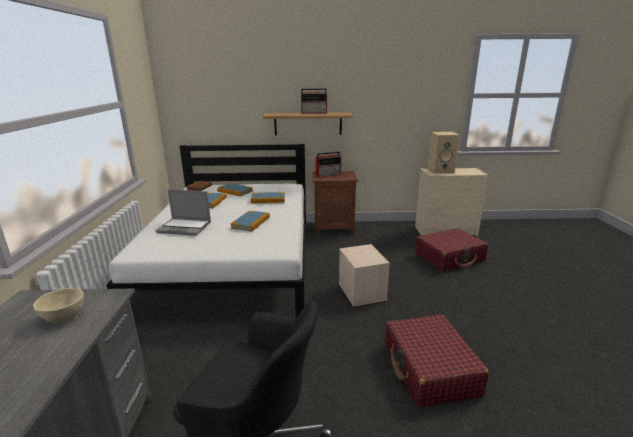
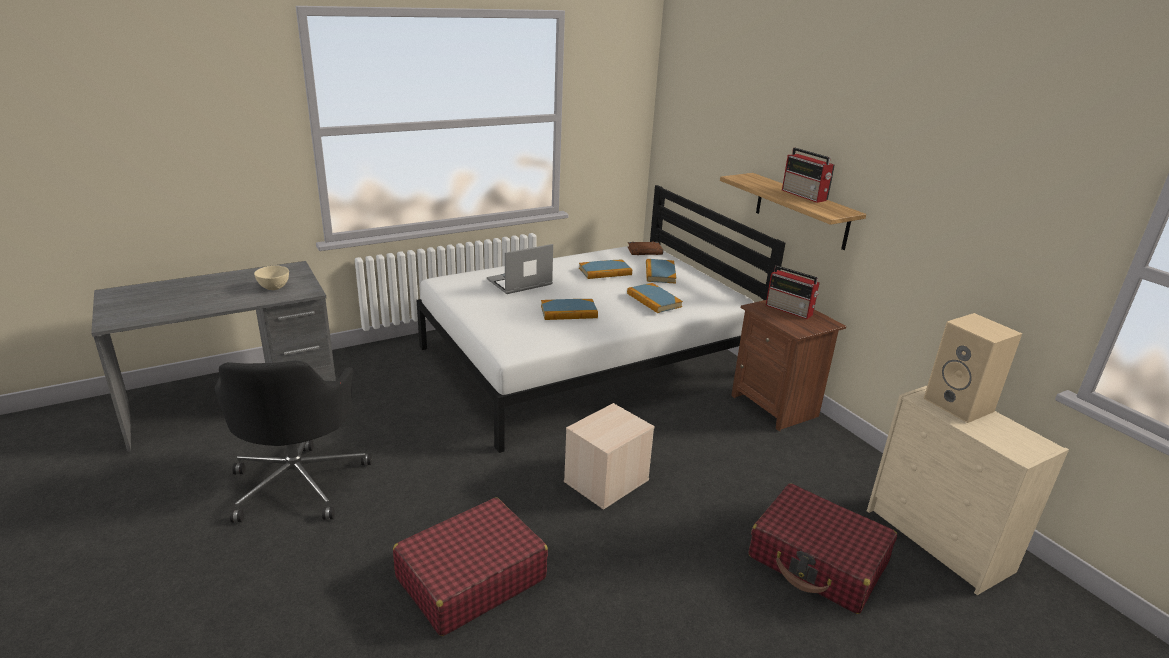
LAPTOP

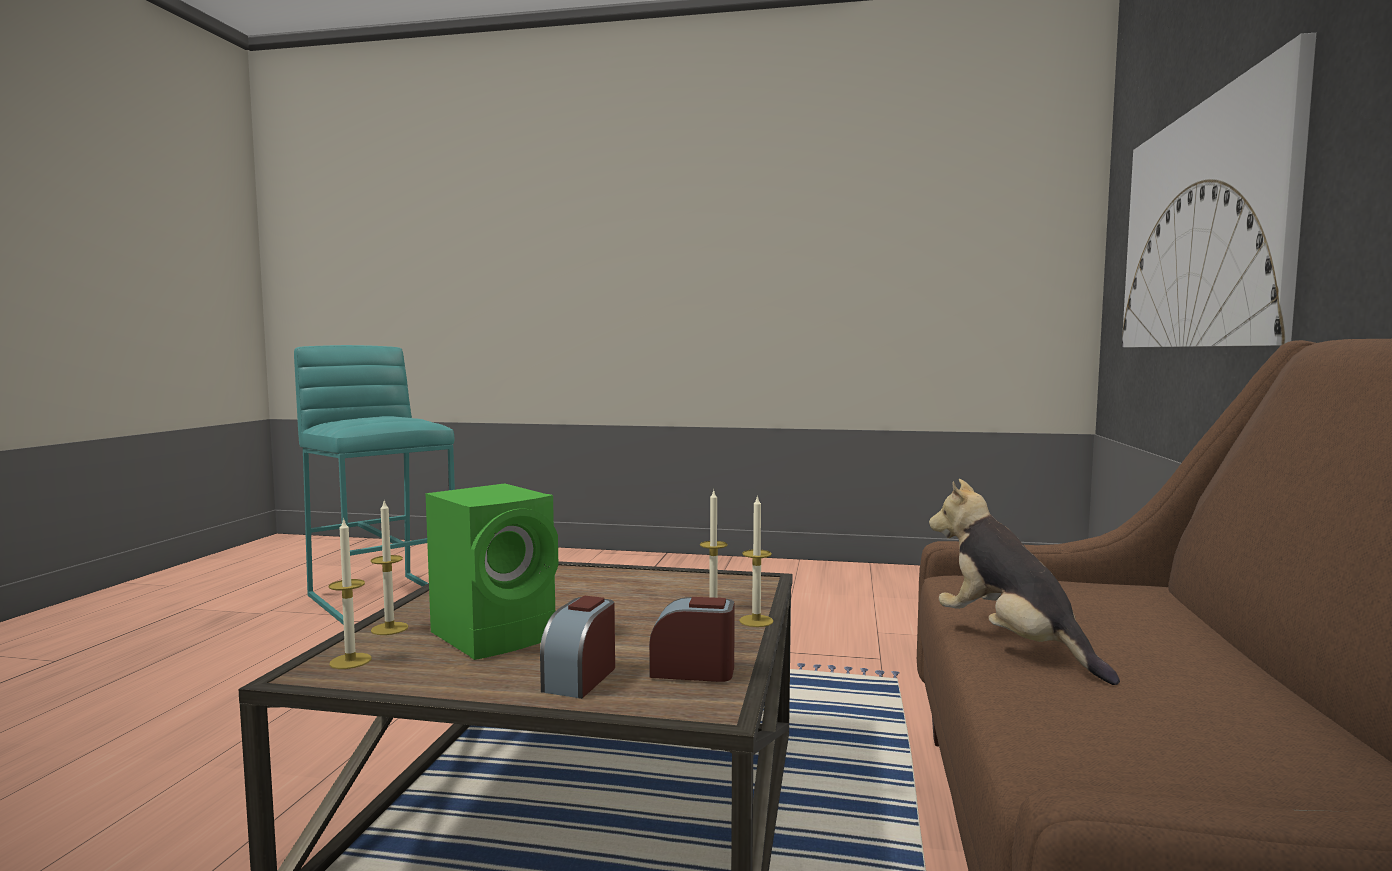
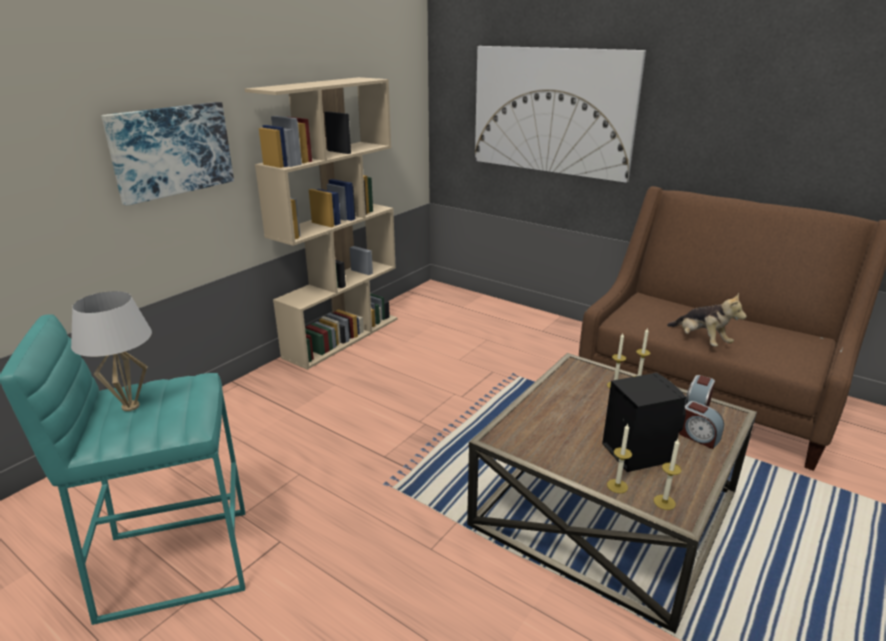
BLACK SPEAKER
PLUSH TOY
WHITE TABLE LAMP
PICTURE (1st from left)
BEIGE BOOKCASE

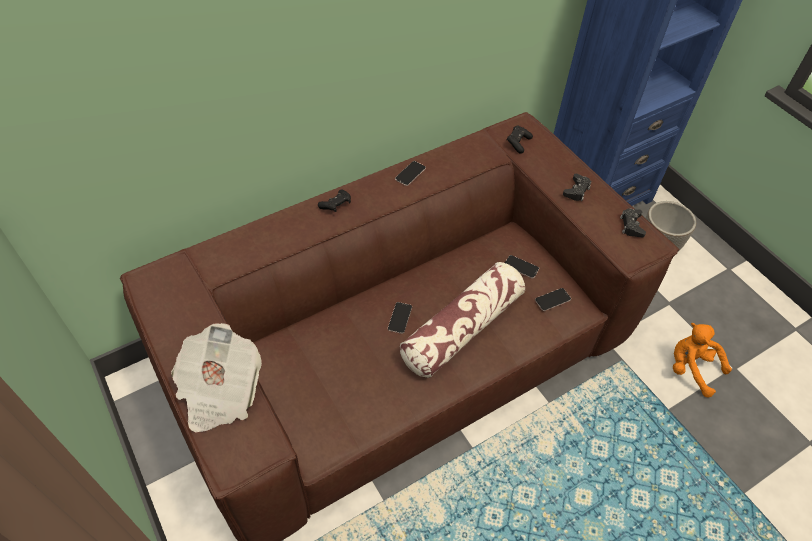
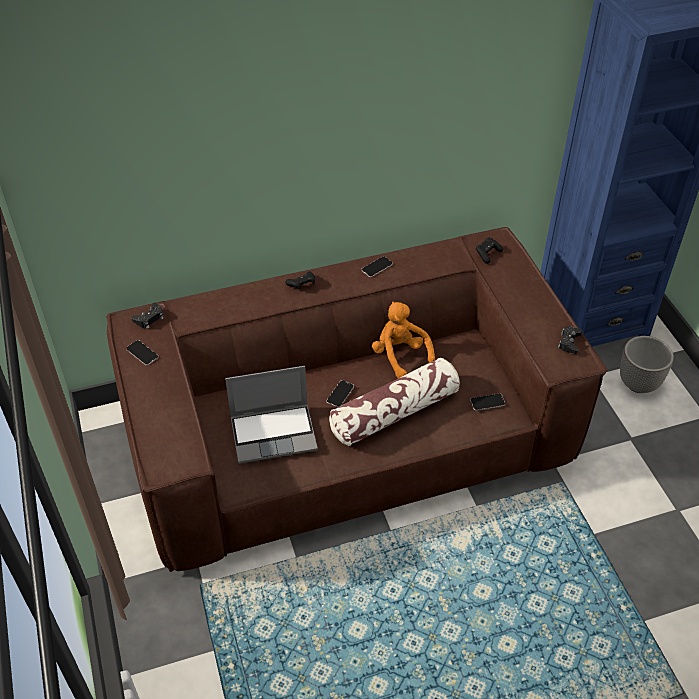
NEWSPAPER
PHONE (1st from left)
BLACK GAME CONTROLLER (1st from left)
ORANGE PLUSH TOY
LAPTOP

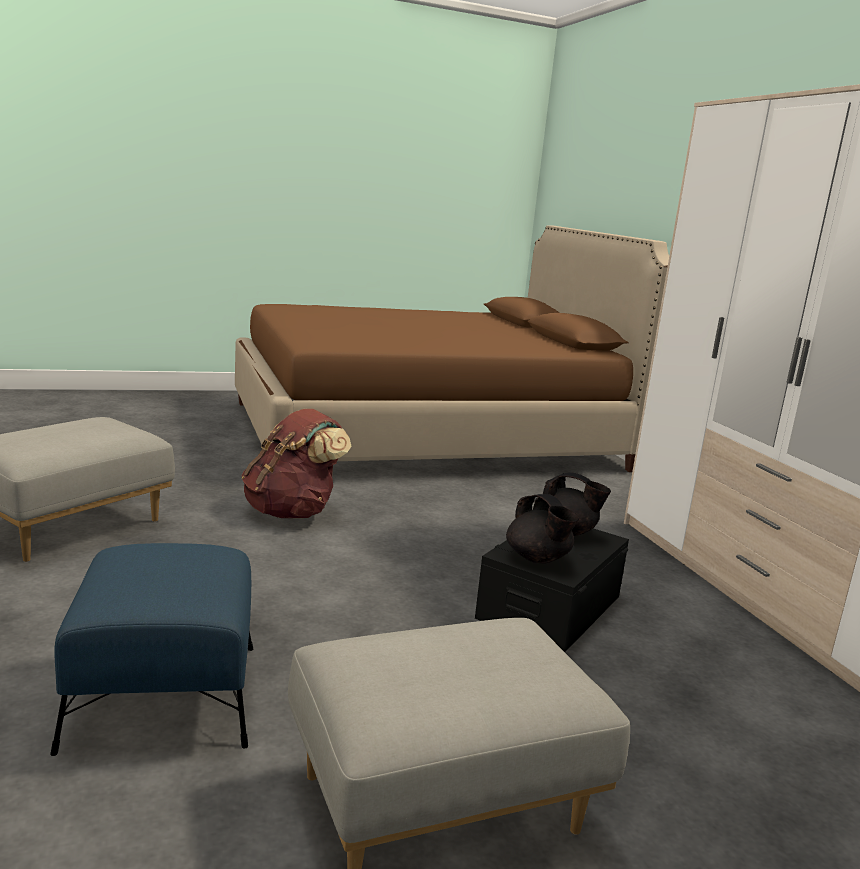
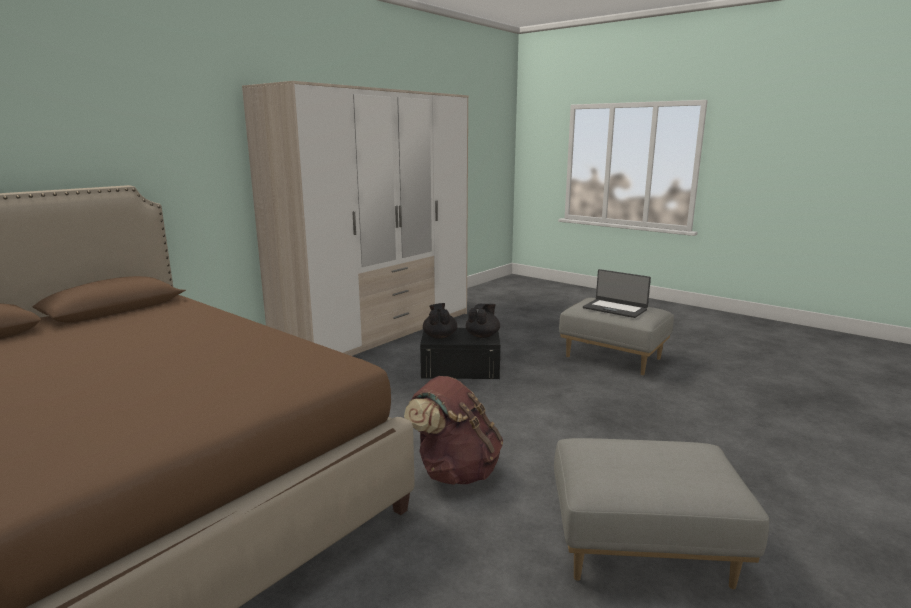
BLUE OTTOMAN
LAPTOP

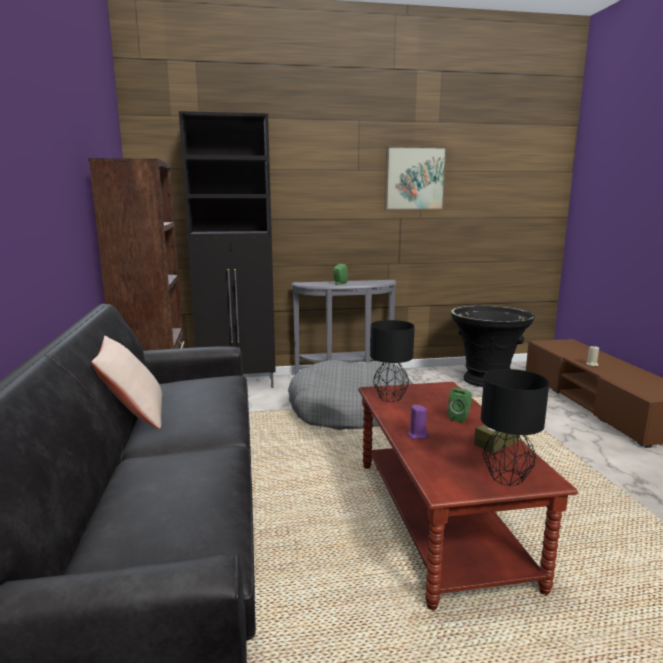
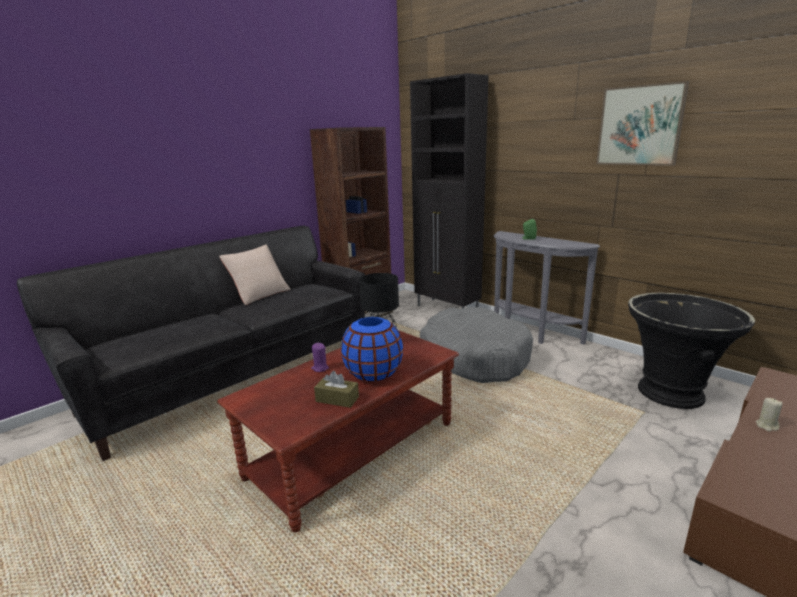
BLUE VASE
BLACK TABLE LAMP (2nd from left in the first image)

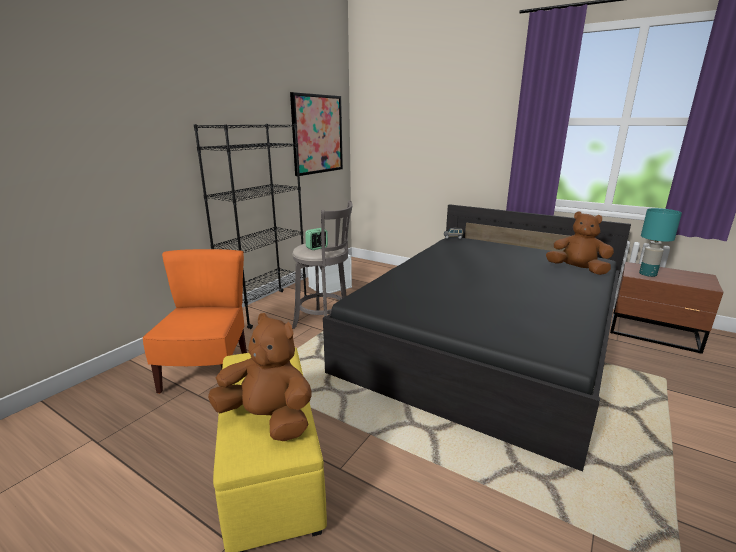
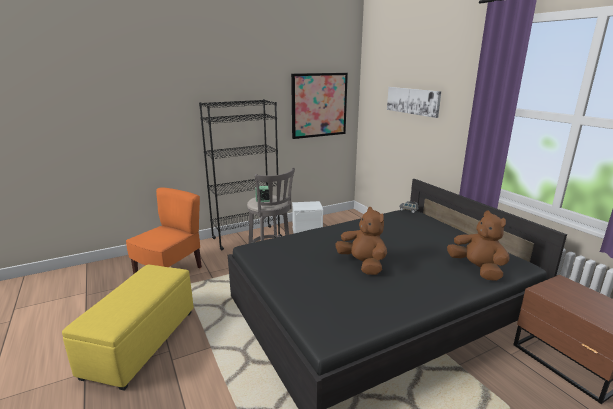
BROWN PLUSH TOY (1st from left)
TURQUOISE TABLE LAMP
PICTURE (2nd from left)

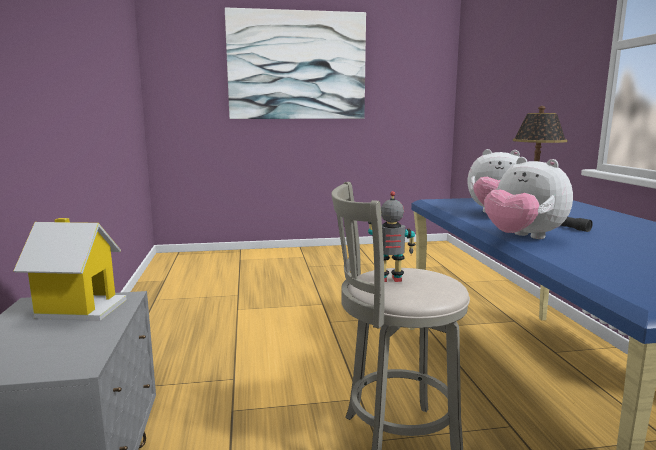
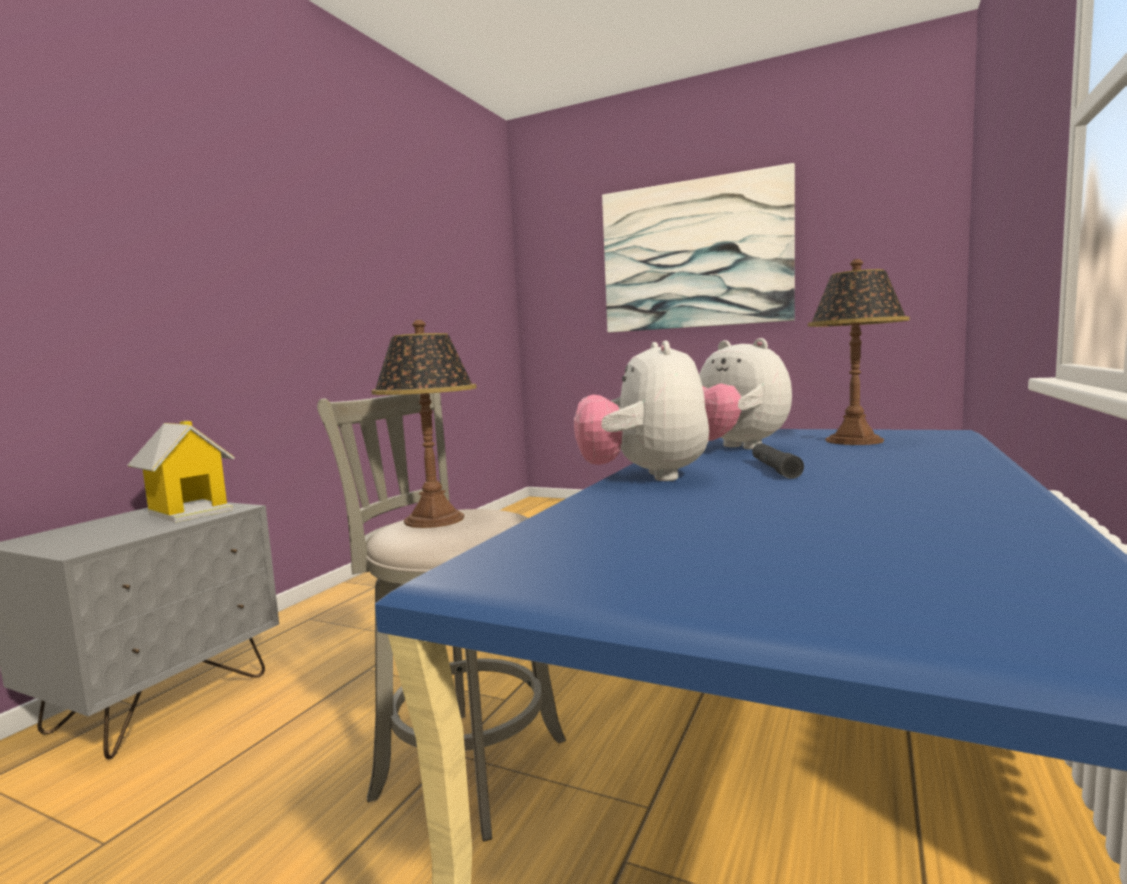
TABLE LAMP (1st from left)

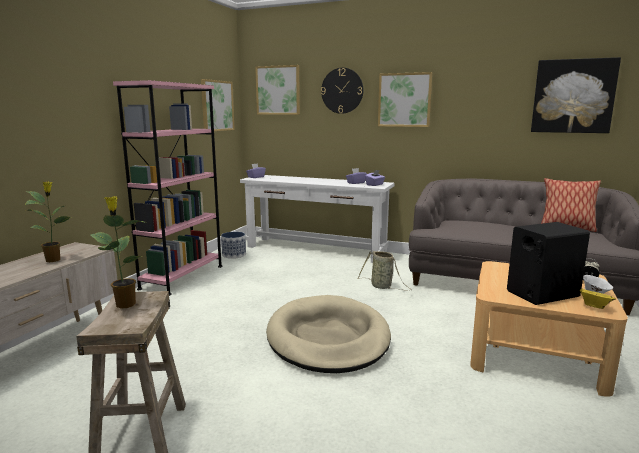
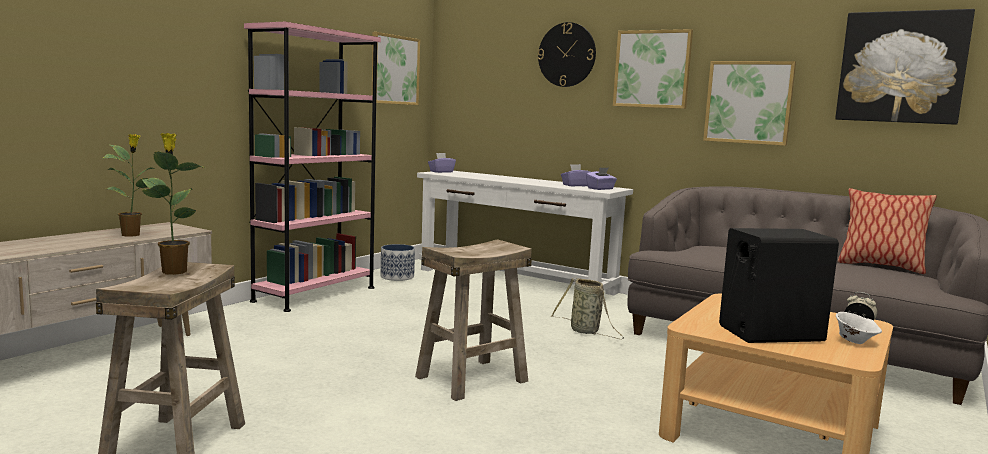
PICTURE (3rd from left)
BEIGE STOOL (2nd from left)
YELLOW BOWL

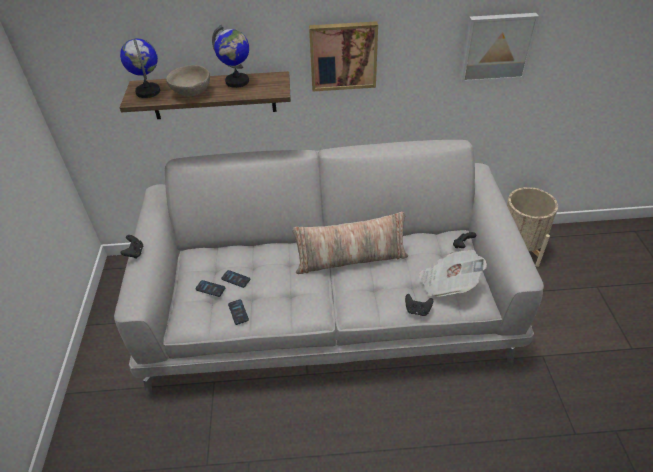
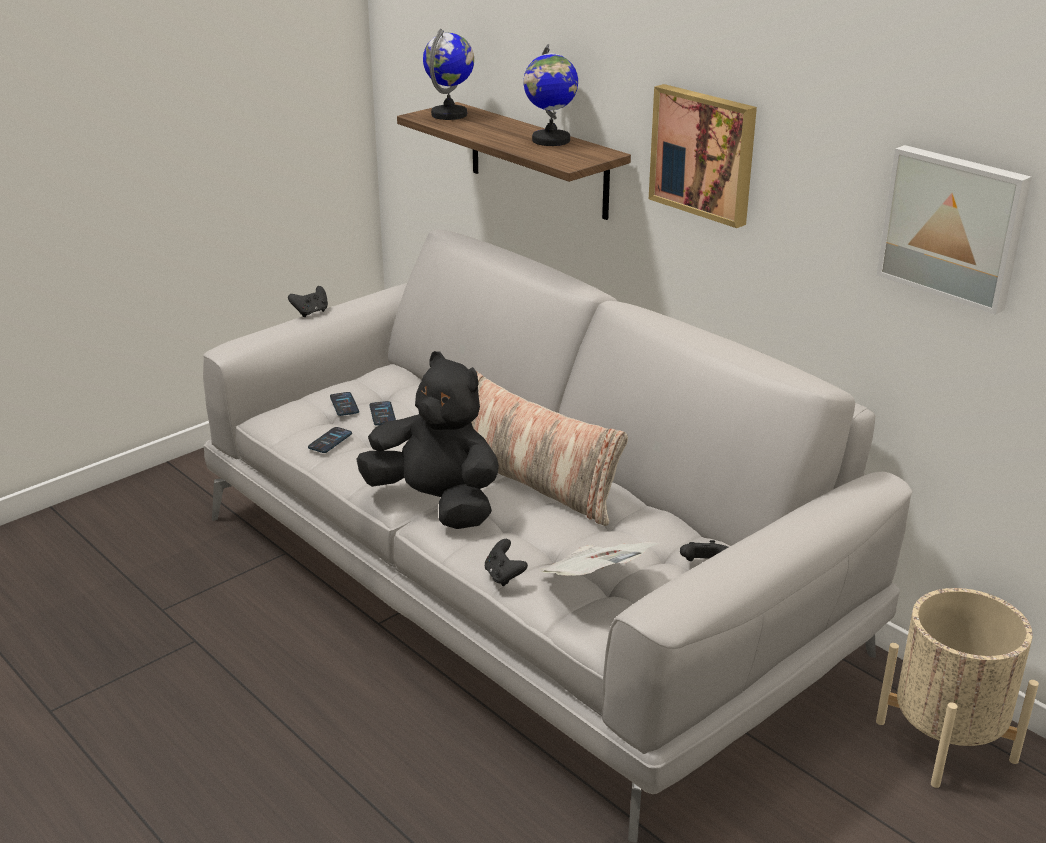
BEIGE BOWL
BLACK PLUSH TOY

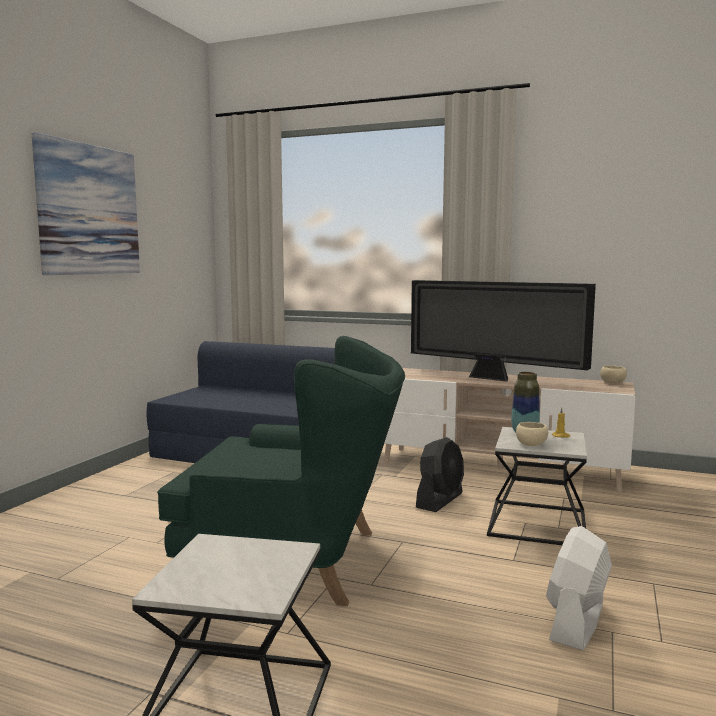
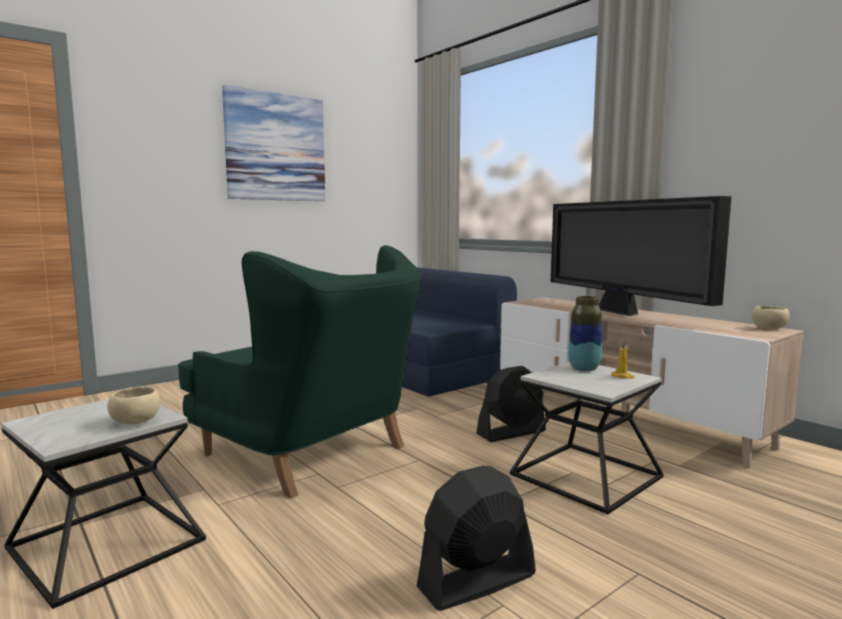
BEIGE BOWL (1st from left)
BLACK FAN (1st from left)

